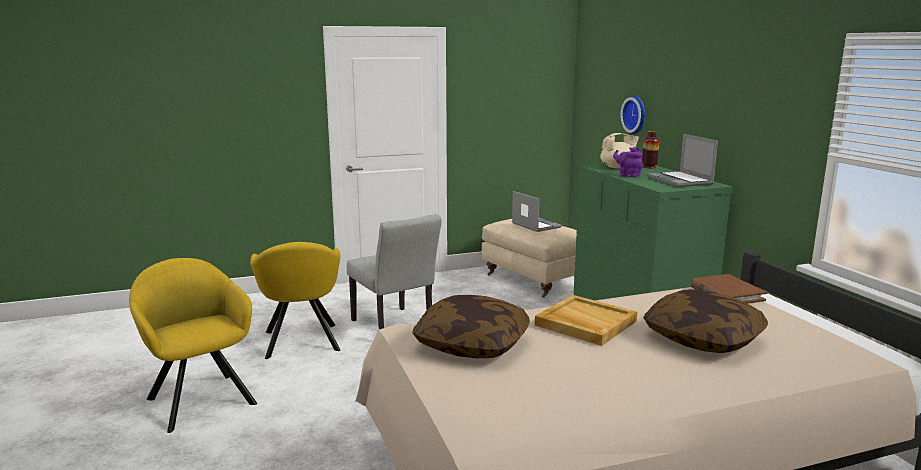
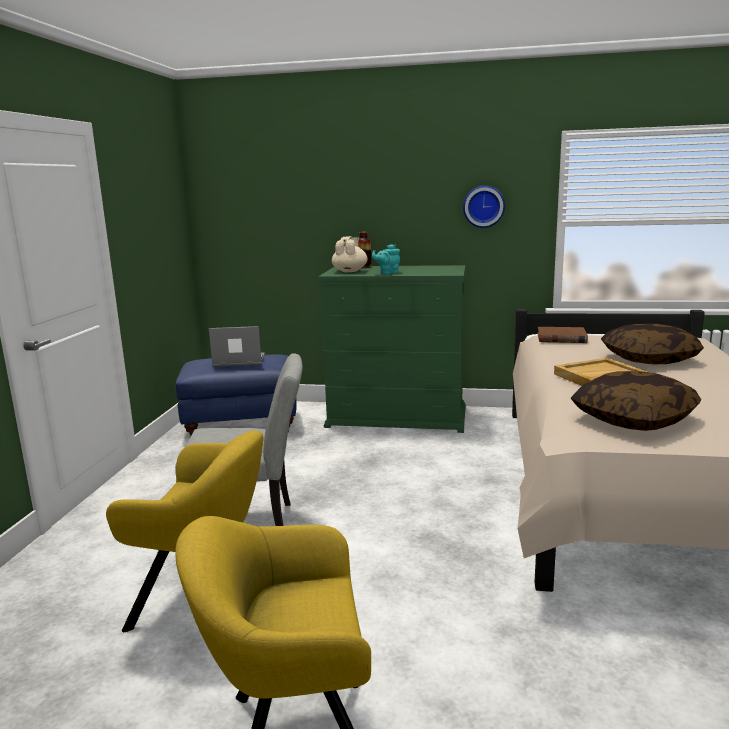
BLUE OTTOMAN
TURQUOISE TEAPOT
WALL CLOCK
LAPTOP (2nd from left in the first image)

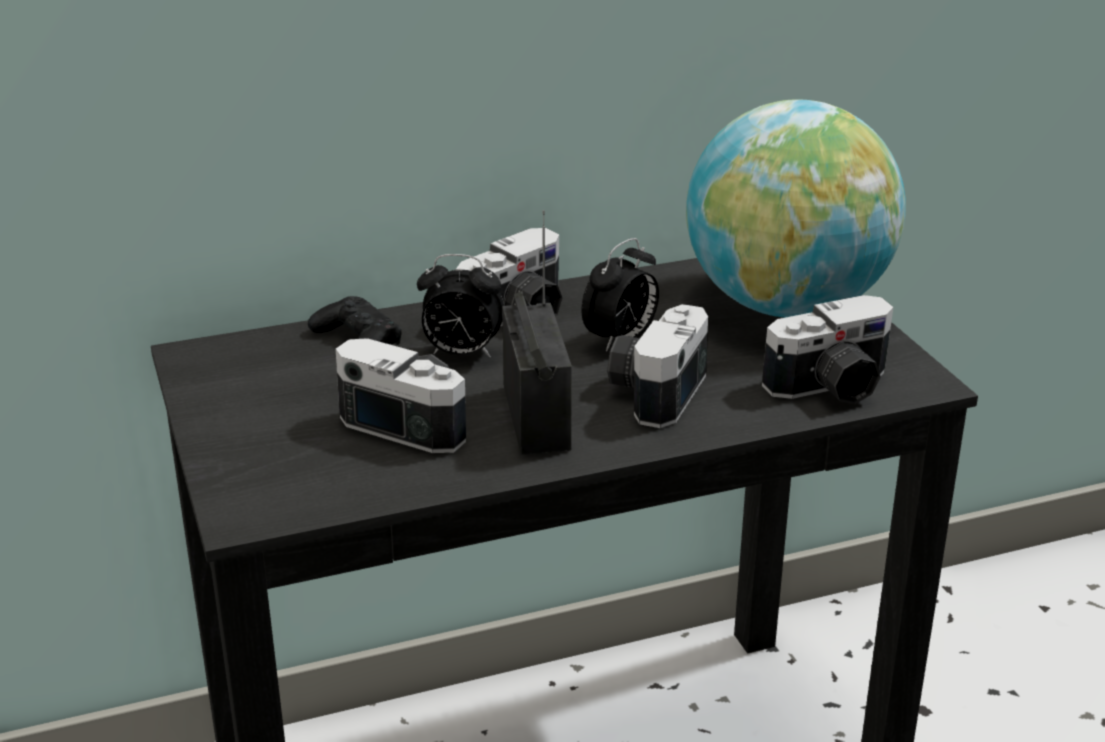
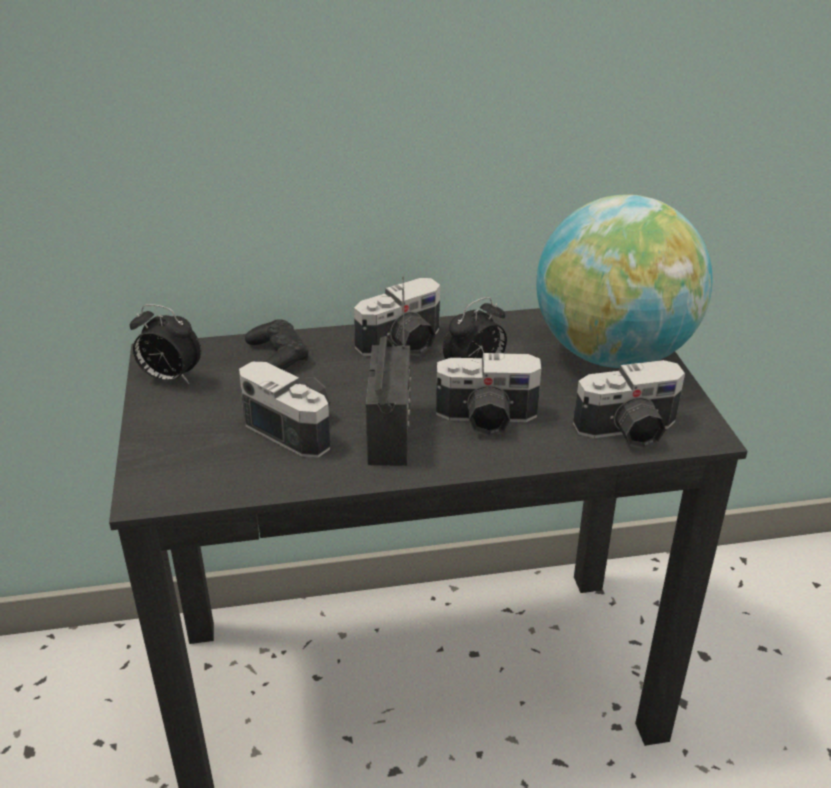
ALARM CLOCK (1st from left)
PHOTO CAMERA (3rd from left)

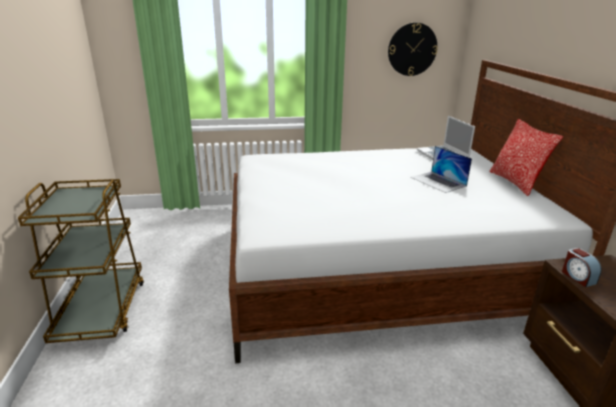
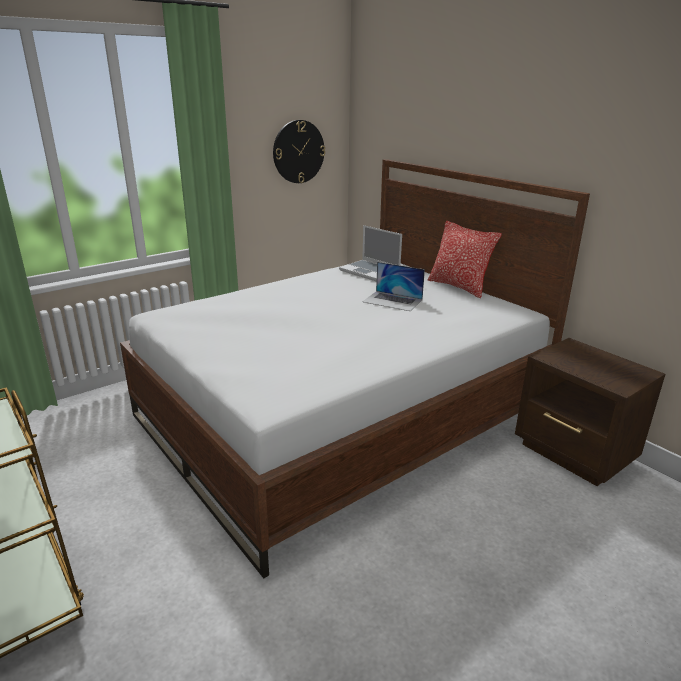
ALARM CLOCK

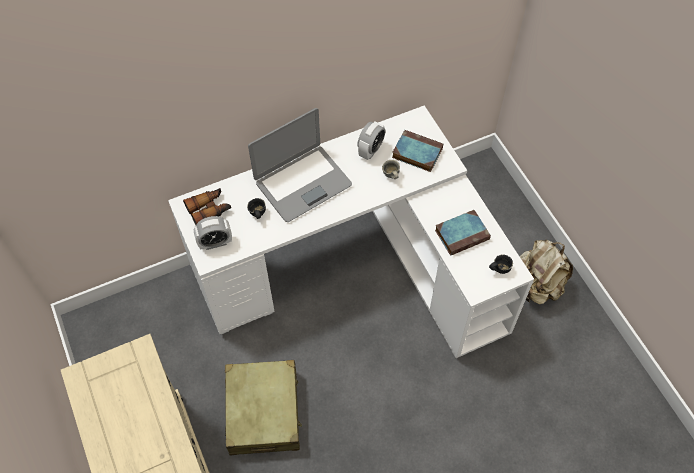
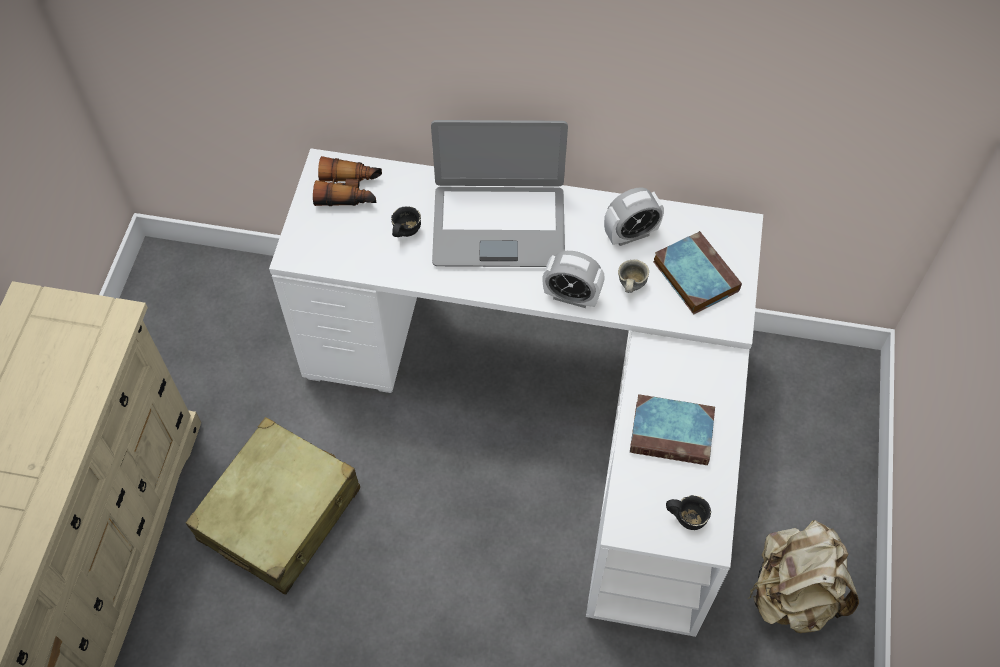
ALARM CLOCK (1st from left)

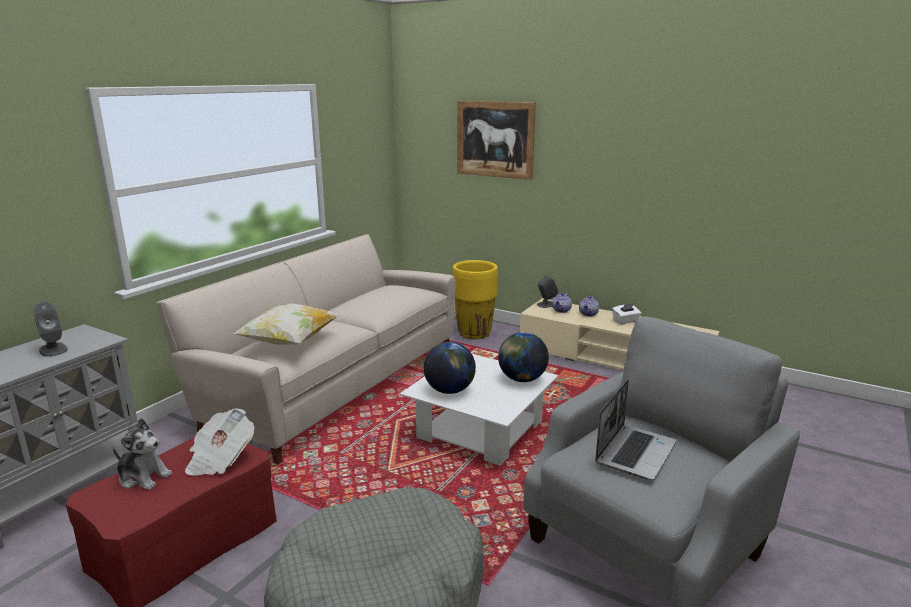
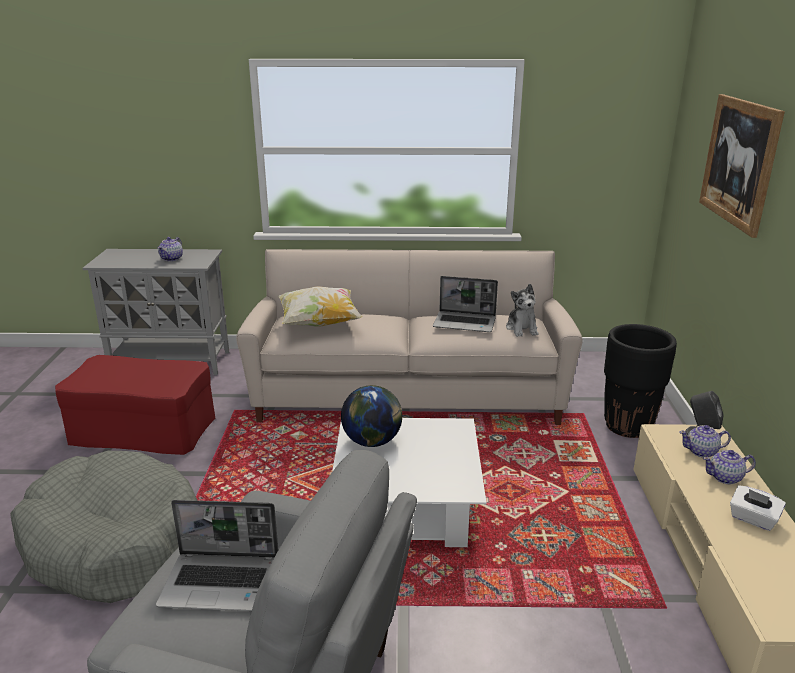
TEAPOT (1st from left)
PLUSH TOY
NEWSPAPER
BLACK PLANTER
GLOBE (2nd from left in the first image)
LAPTOP (2nd from left)

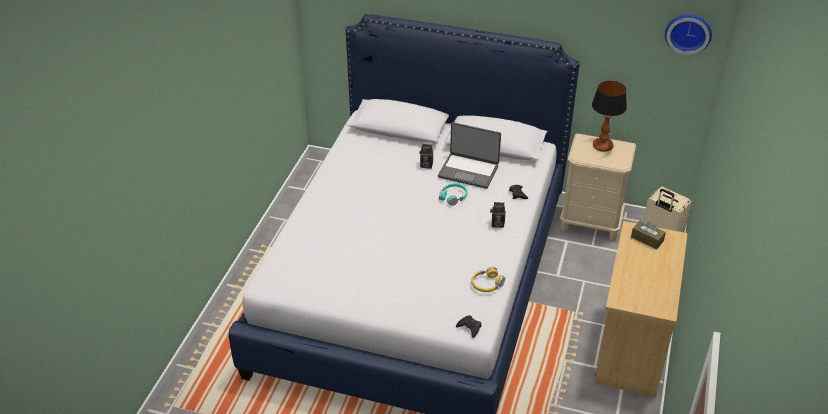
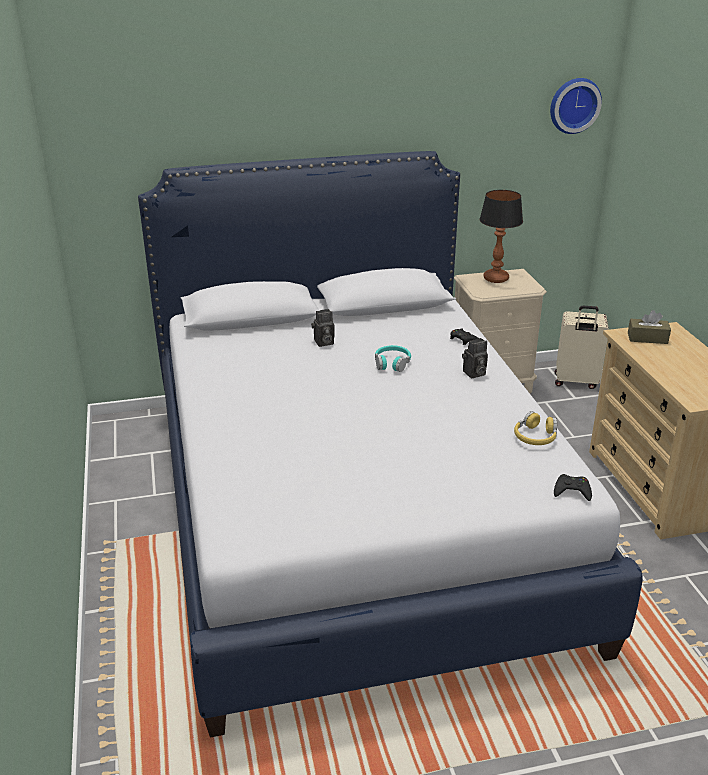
LAPTOP

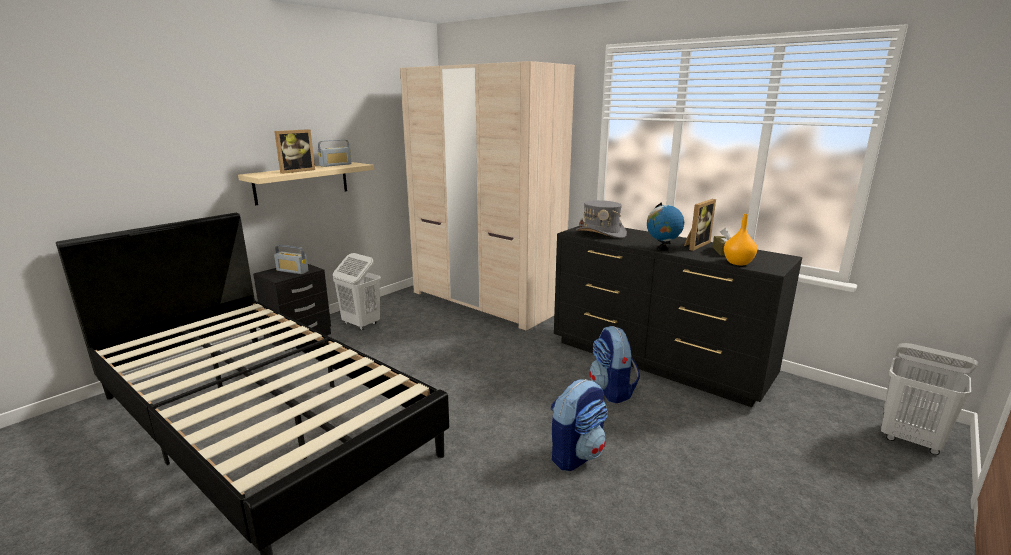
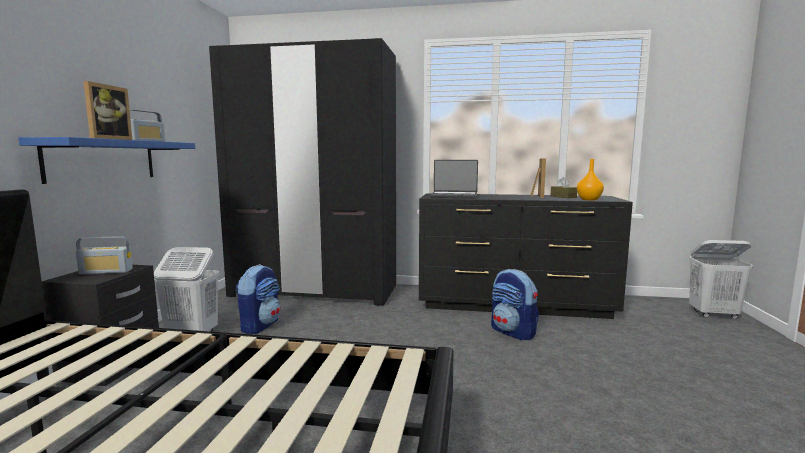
BLUE SHELF
BLACK WARDROBE
BACKPACK (1st from left)
LAPTOP
GLOBE

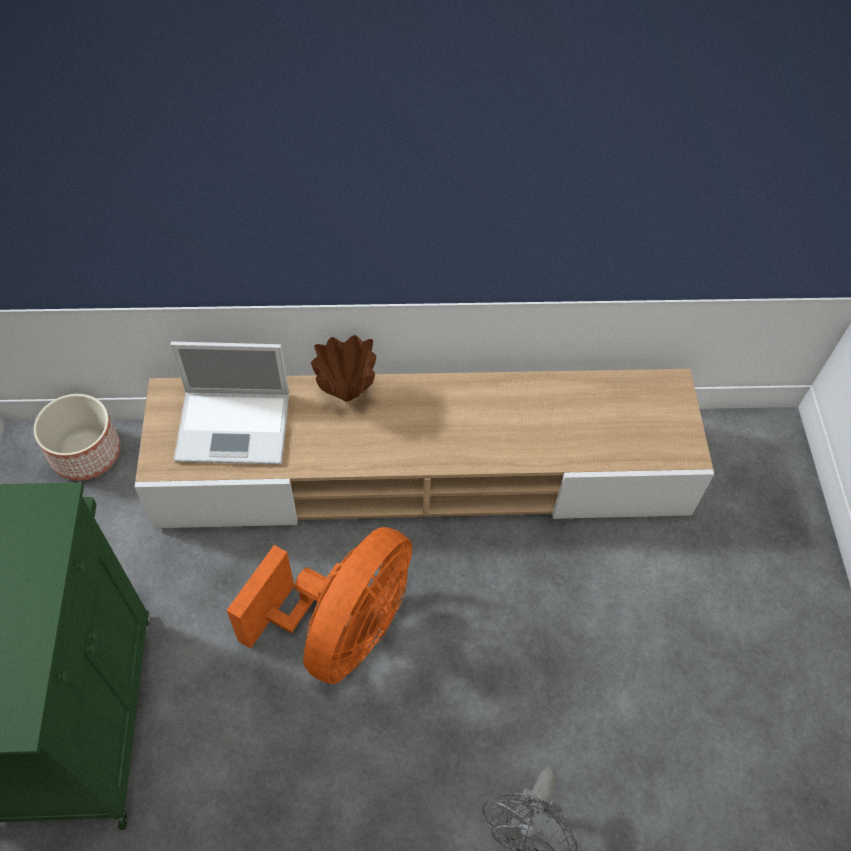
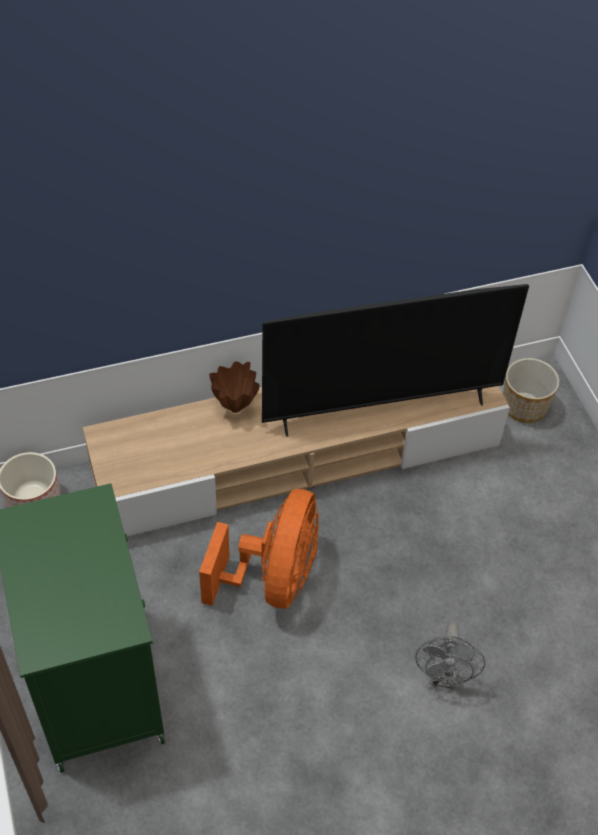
LAPTOP
TELEVISION
PLANTER (2nd from left)

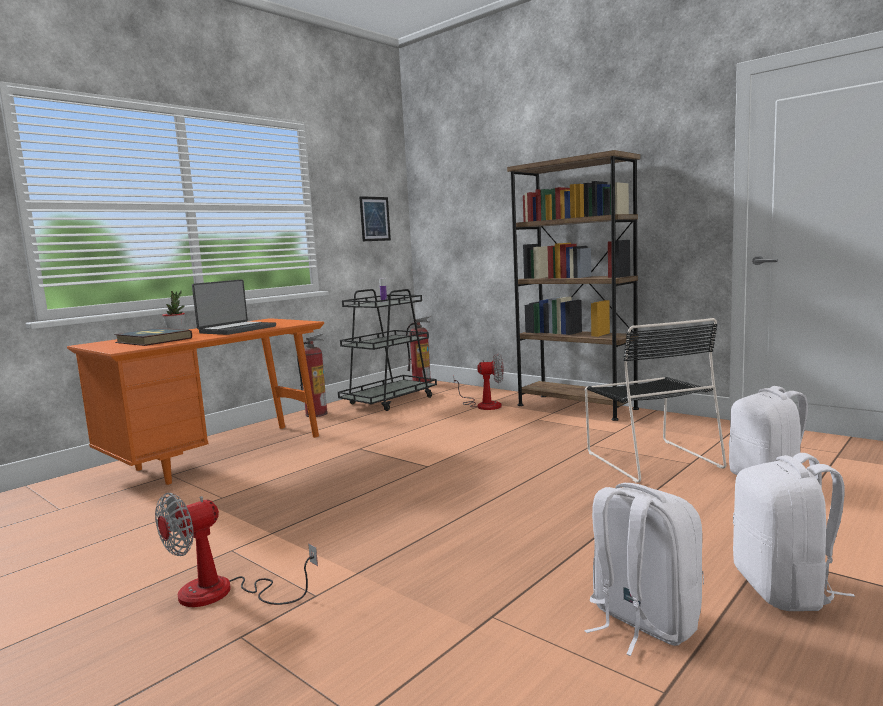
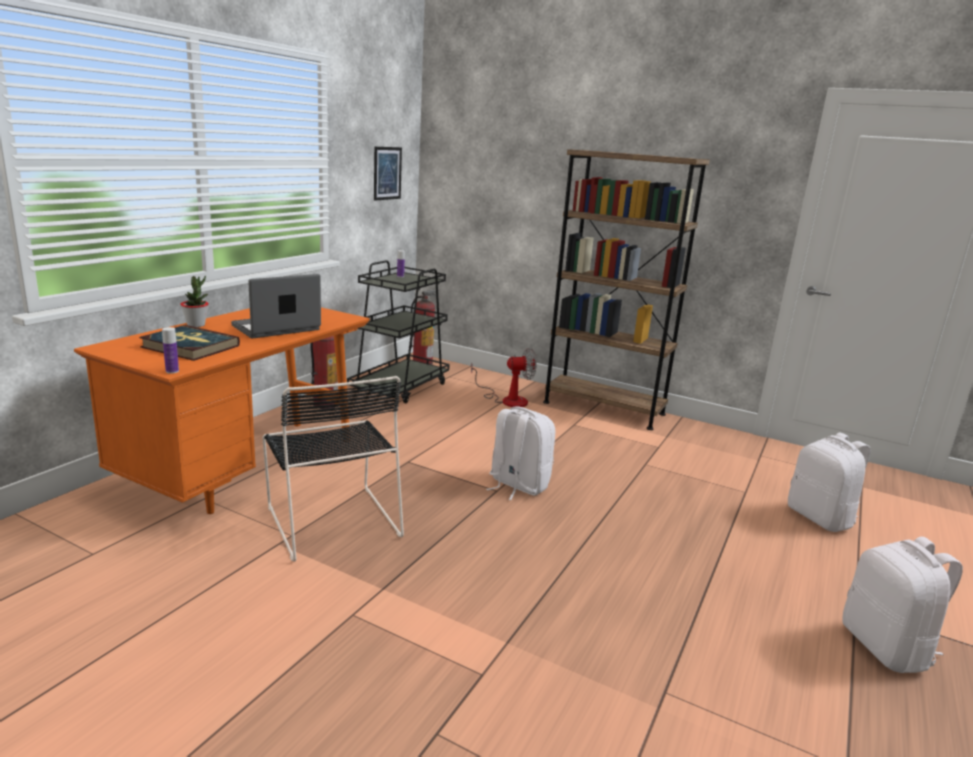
FAN (1st from left in the first image)
LAPTOP
BLACK CHAIR
WHITE BACKPACK (1st from left)
BOTTLE (1st from left)

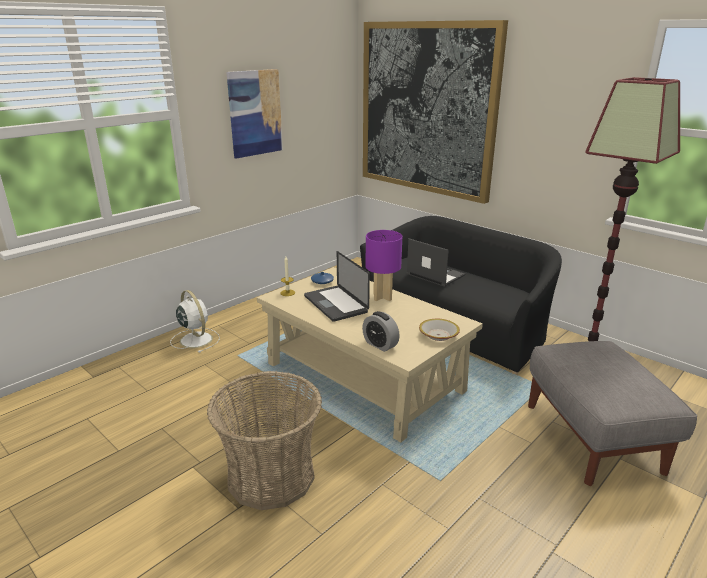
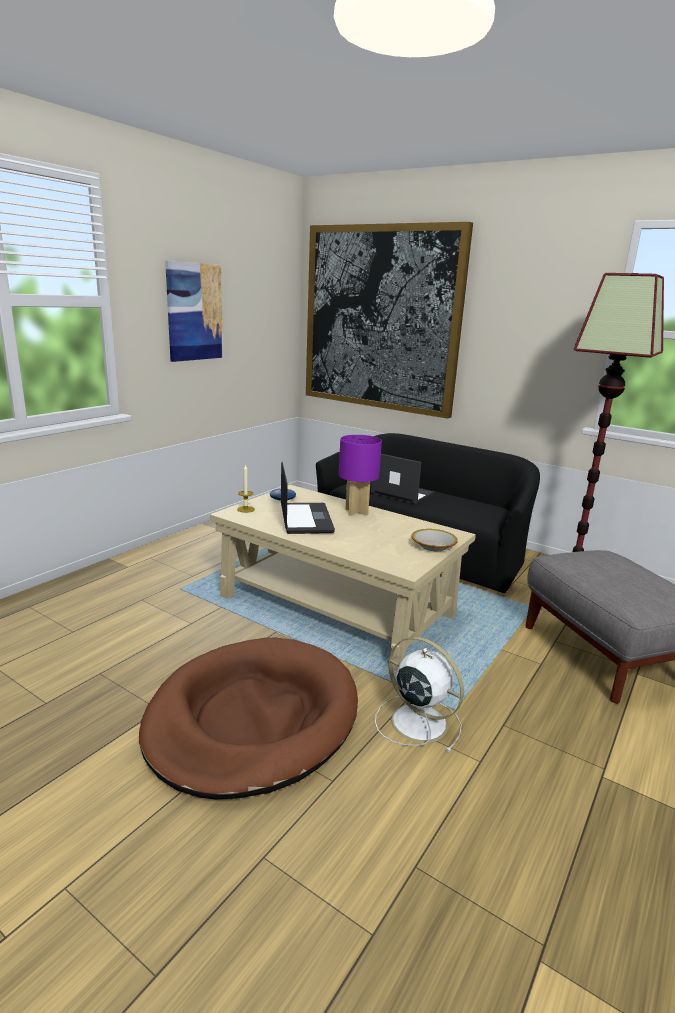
WHITE FAN
BROWN DOG BED
LAPTOP (1st from left)
ALARM CLOCK

